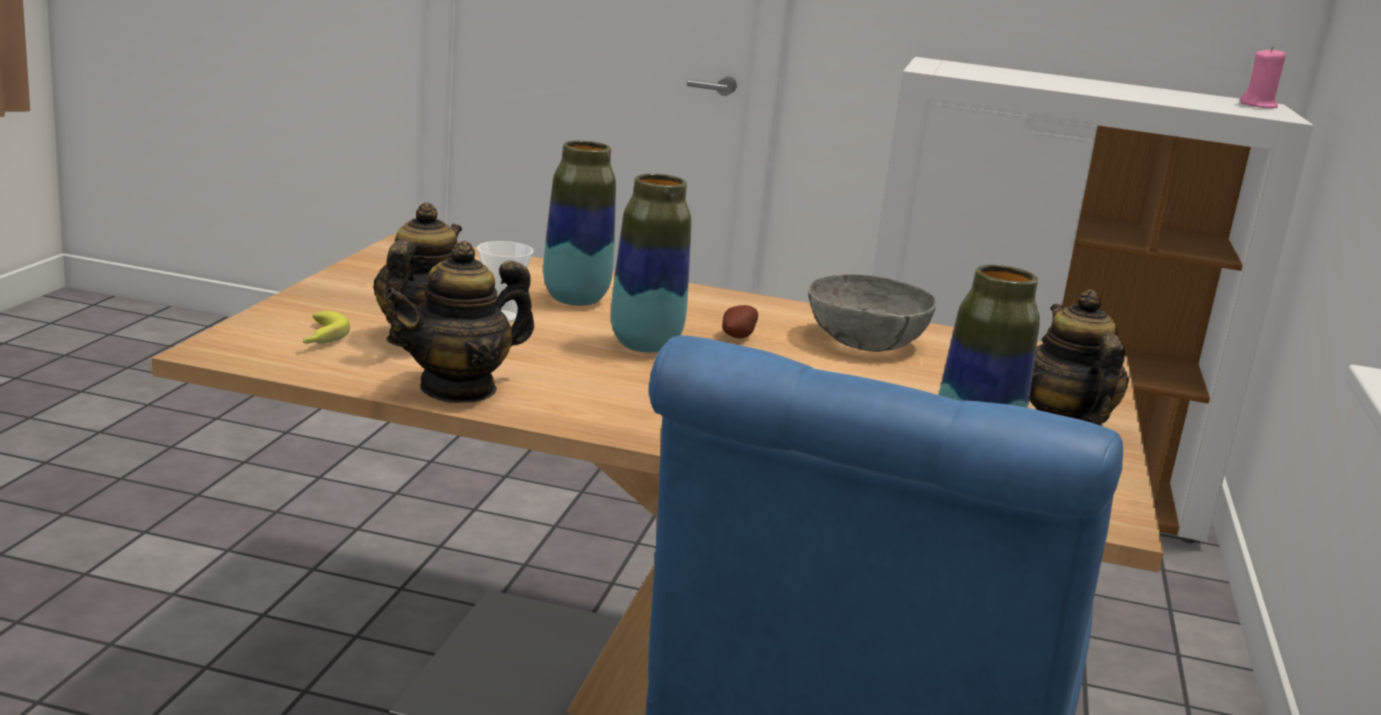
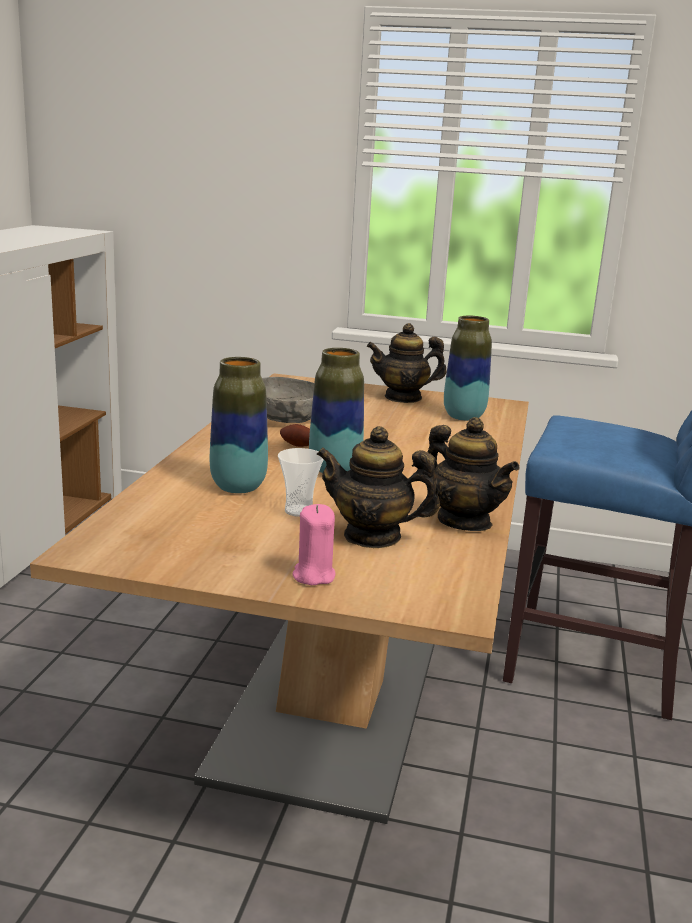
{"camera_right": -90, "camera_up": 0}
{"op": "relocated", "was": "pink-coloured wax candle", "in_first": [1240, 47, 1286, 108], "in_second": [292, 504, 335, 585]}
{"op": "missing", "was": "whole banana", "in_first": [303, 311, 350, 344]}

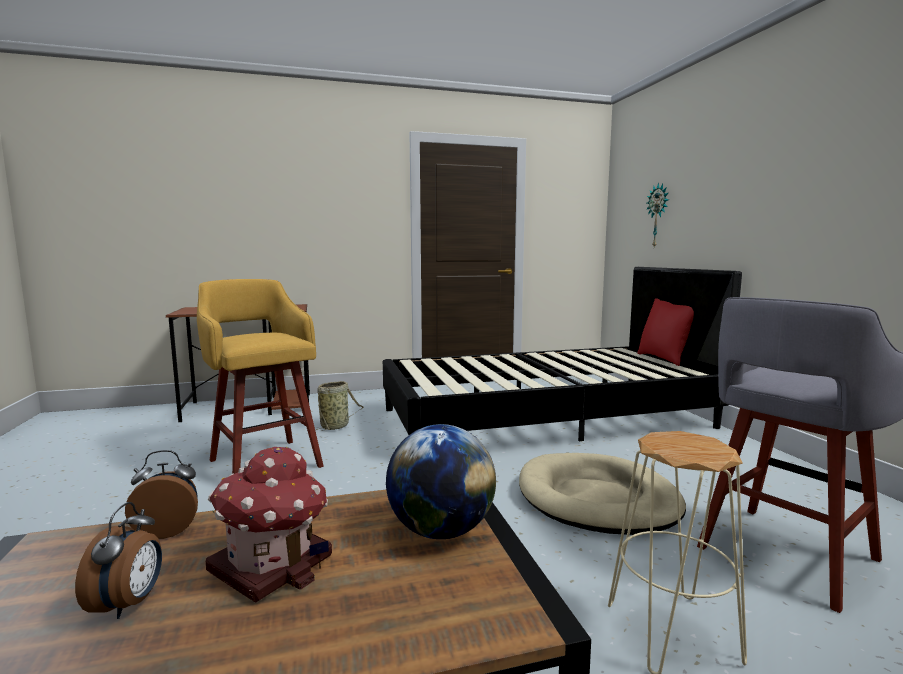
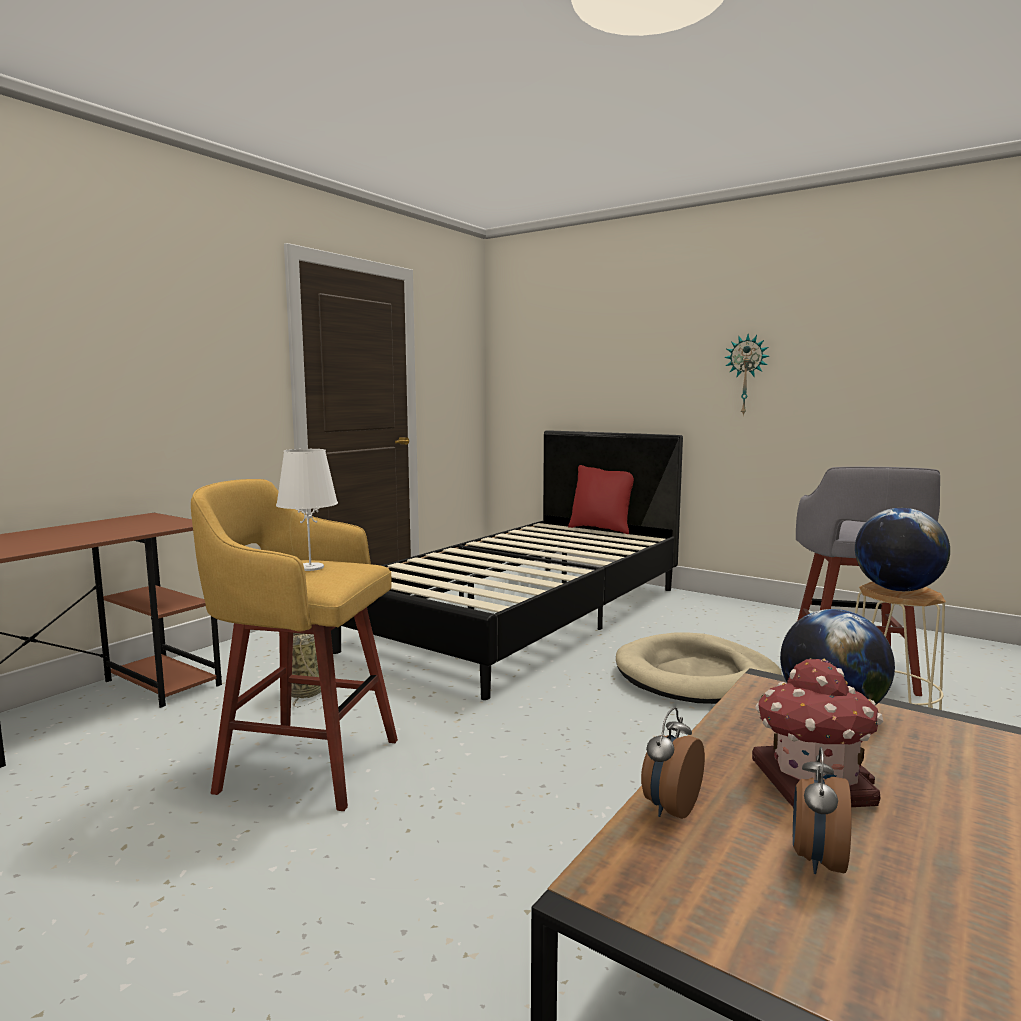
{"camera_right": -40, "camera_up": 0}
{"op": "relocated", "was": "hanging clock", "in_first": [646, 183, 669, 247], "in_second": [724, 334, 769, 416]}
{"op": "spun", "was": "alarm clock", "in_first": [75, 502, 162, 619], "in_second": [793, 747, 851, 874], "clockwise": -120}
{"op": "appeared", "now": "white lamp for a table", "in_second": [276, 449, 338, 571]}
{"op": "appeared", "now": "desk globe", "in_second": [855, 508, 950, 591]}

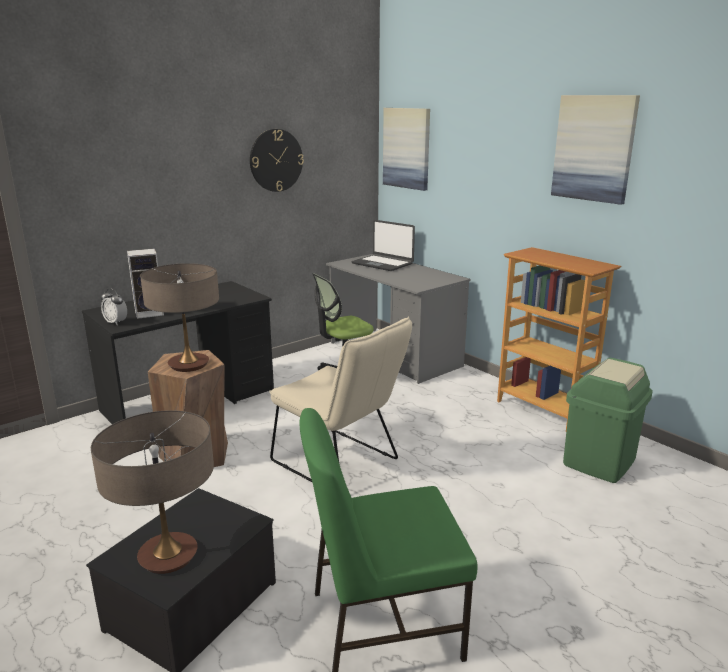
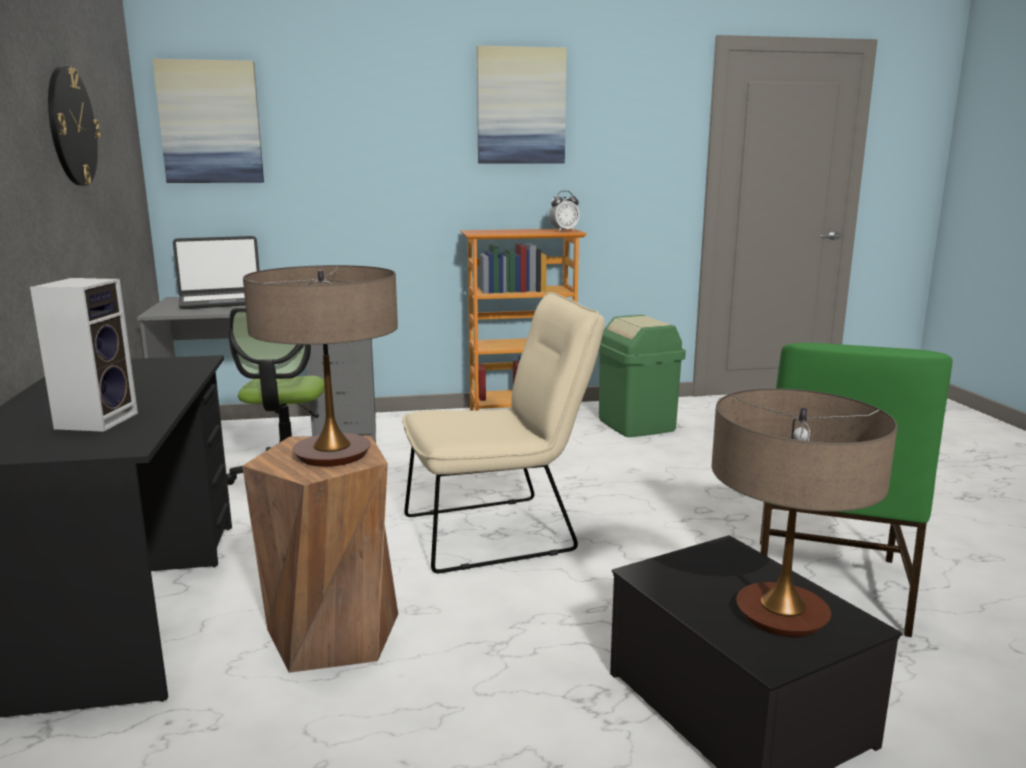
{"camera_right": -60, "camera_up": -5}
{"op": "relocated", "was": "alarm clock", "in_first": [101, 288, 127, 325], "in_second": [549, 191, 580, 232]}

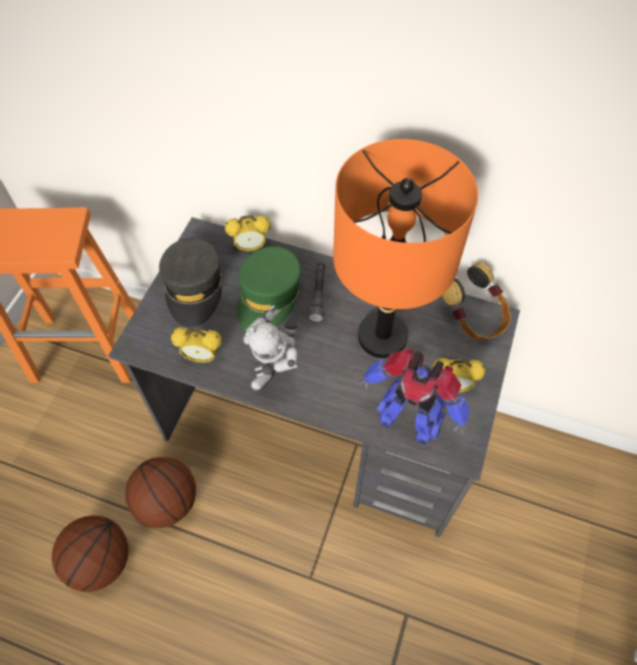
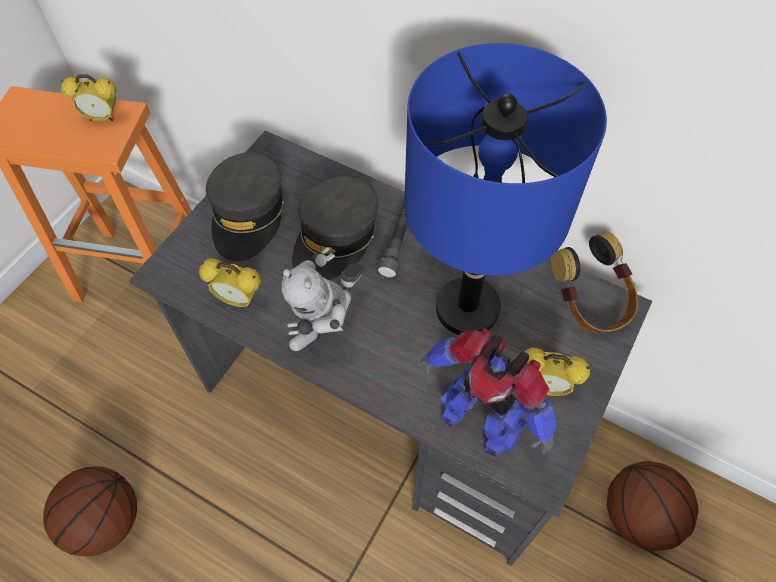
{"camera_right": 10, "camera_up": 0}
{"op": "colour", "was": "orangey lamp for a table", "now": "blue lamp for a table", "in_first": [333, 139, 478, 358], "in_second": [404, 43, 607, 335]}
{"op": "relocated", "was": "alarm clock", "in_first": [225, 215, 271, 252], "in_second": [61, 74, 117, 121]}
{"op": "colour", "was": "green-coloured baseball cap", "now": "greyish baseball cap", "in_first": [237, 246, 301, 332], "in_second": [292, 176, 378, 280]}
{"op": "relocated", "was": "basketball ball", "in_first": [125, 457, 196, 528], "in_second": [607, 461, 699, 551]}

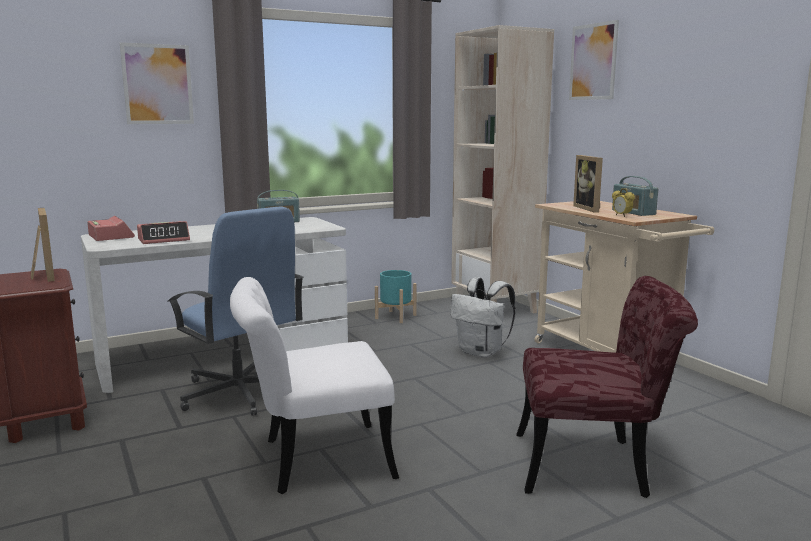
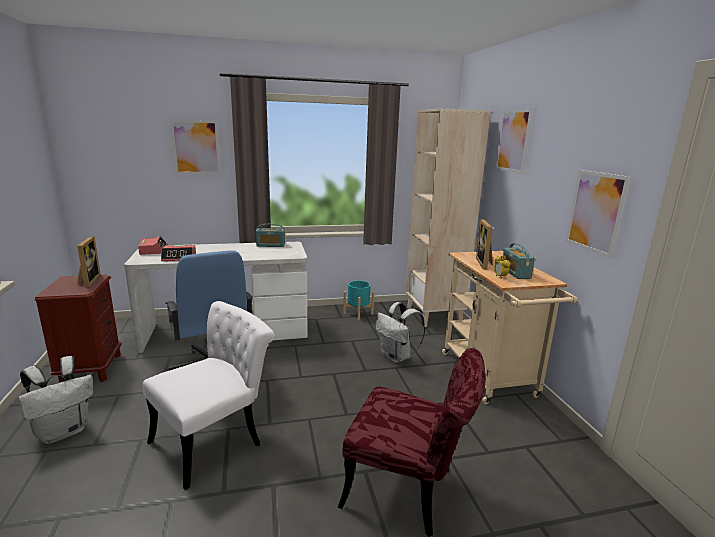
{"camera_right": 15, "camera_up": 5}
{"op": "spun", "was": "white chair", "in_first": [230, 277, 399, 494], "in_second": [143, 301, 275, 490], "clockwise": 135}
{"op": "appeared", "now": "picture", "in_second": [566, 170, 631, 258]}
{"op": "appeared", "now": "white backpack", "in_second": [18, 356, 93, 444]}

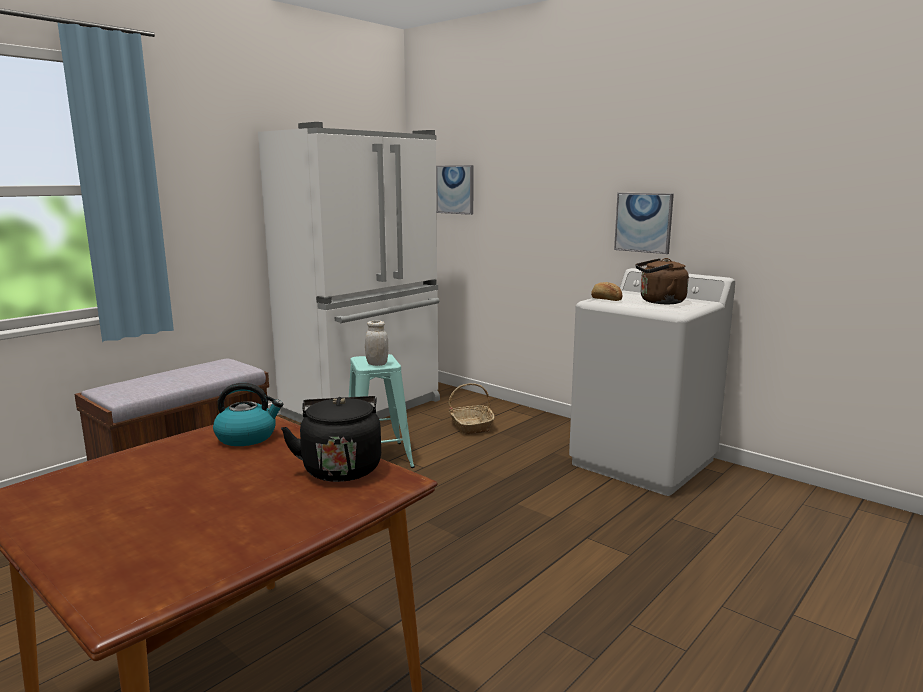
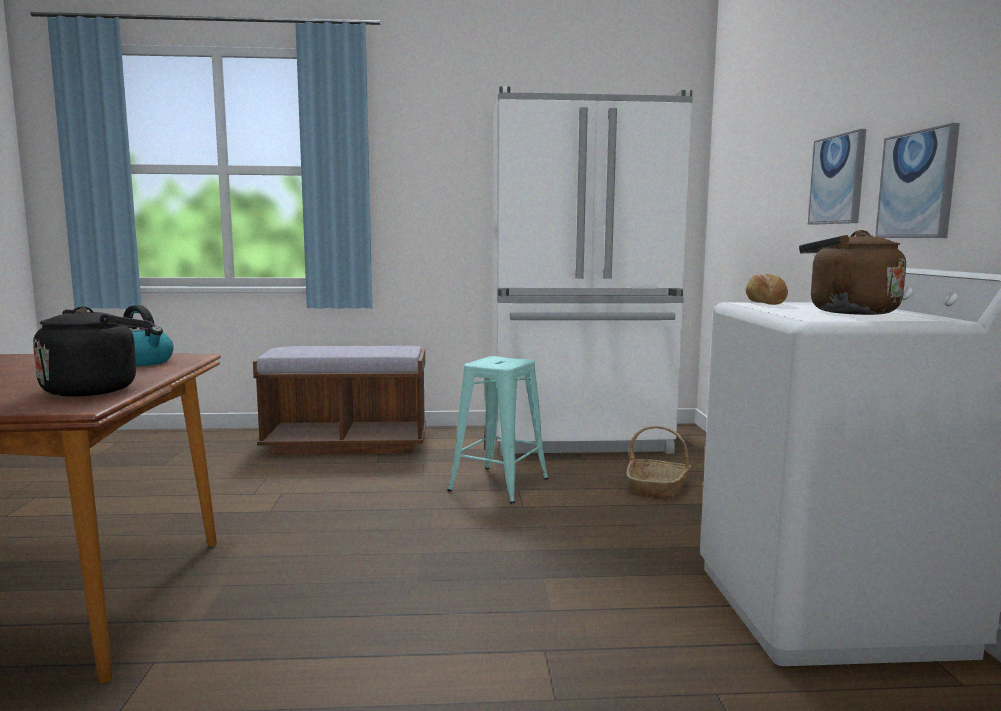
{"camera_right": 45, "camera_up": -5}
{"op": "relocated", "was": "picture", "in_first": [436, 165, 474, 215], "in_second": [808, 129, 866, 225]}
{"op": "missing", "was": "white preserve jar", "in_first": [365, 321, 389, 366]}

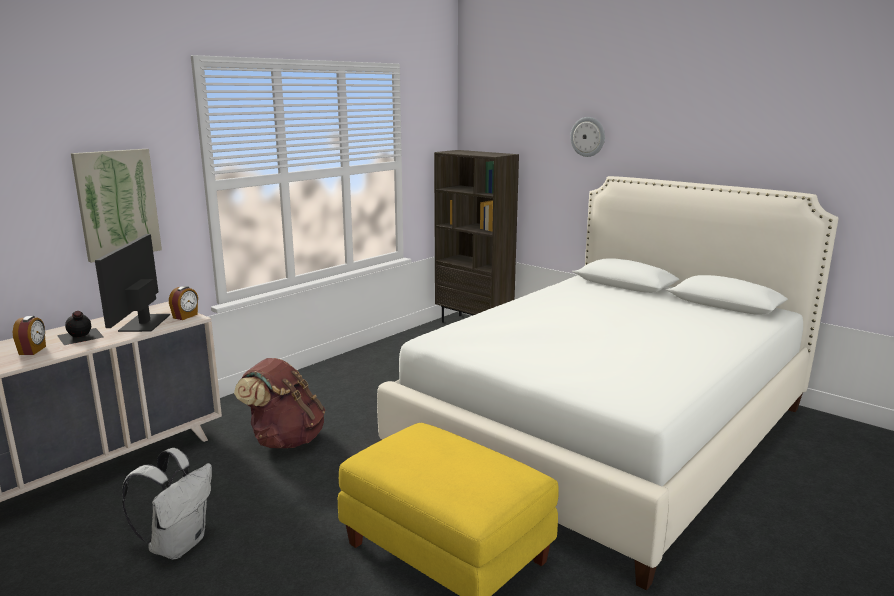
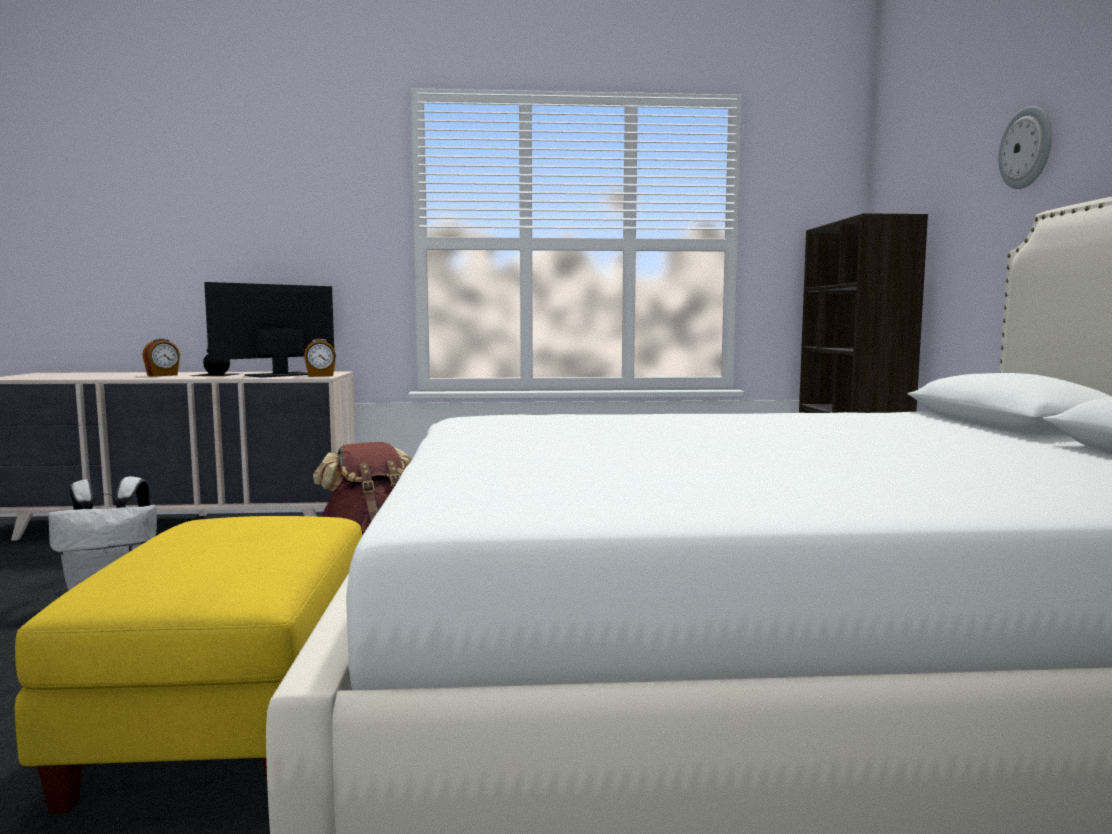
{"camera_right": 45, "camera_up": -10}
{"op": "missing", "was": "picture", "in_first": [71, 149, 162, 263]}

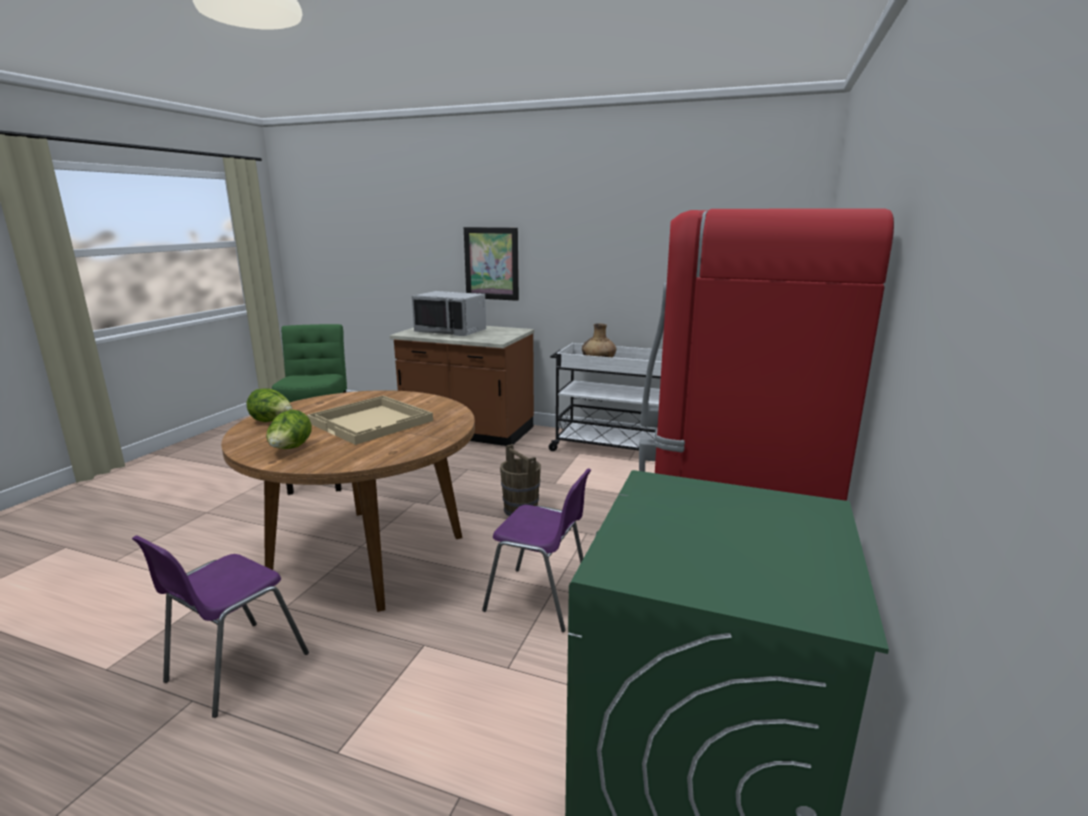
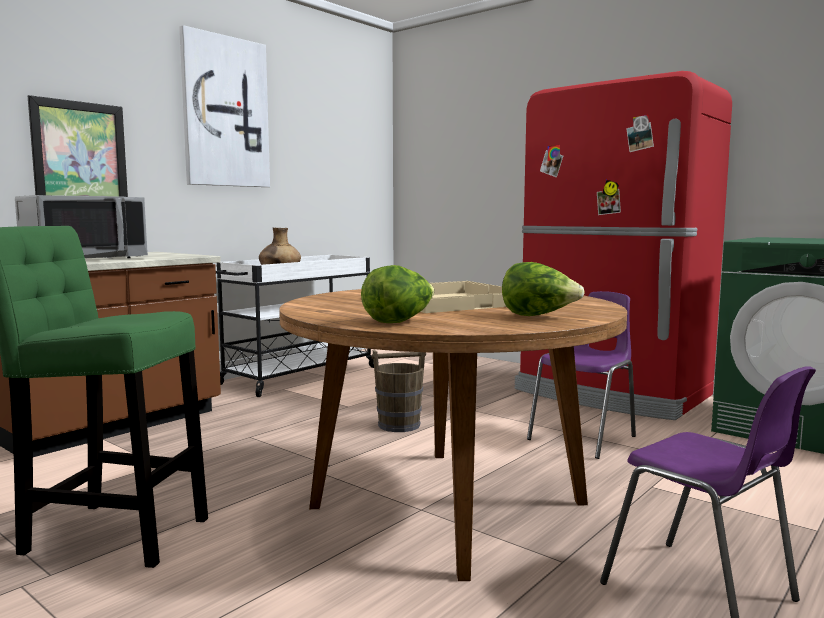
{"camera_right": -70, "camera_up": -10}
{"op": "appeared", "now": "picture", "in_second": [179, 25, 270, 187]}

